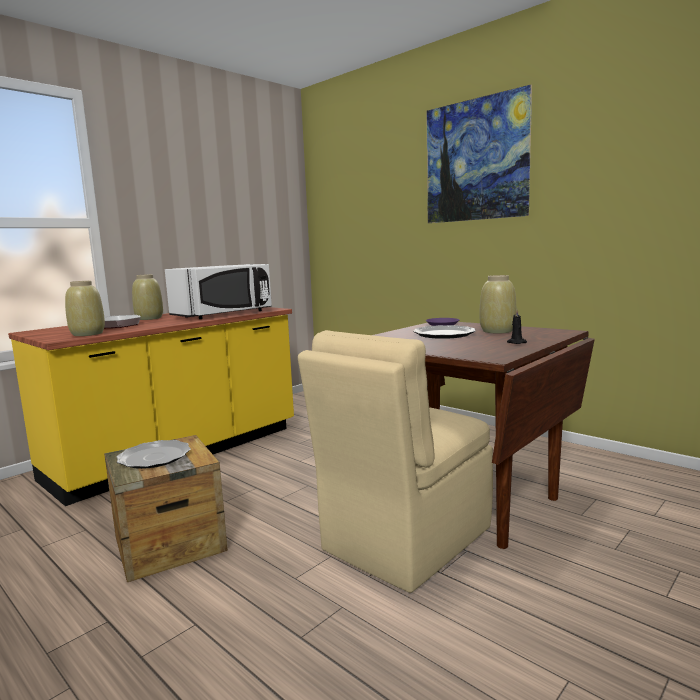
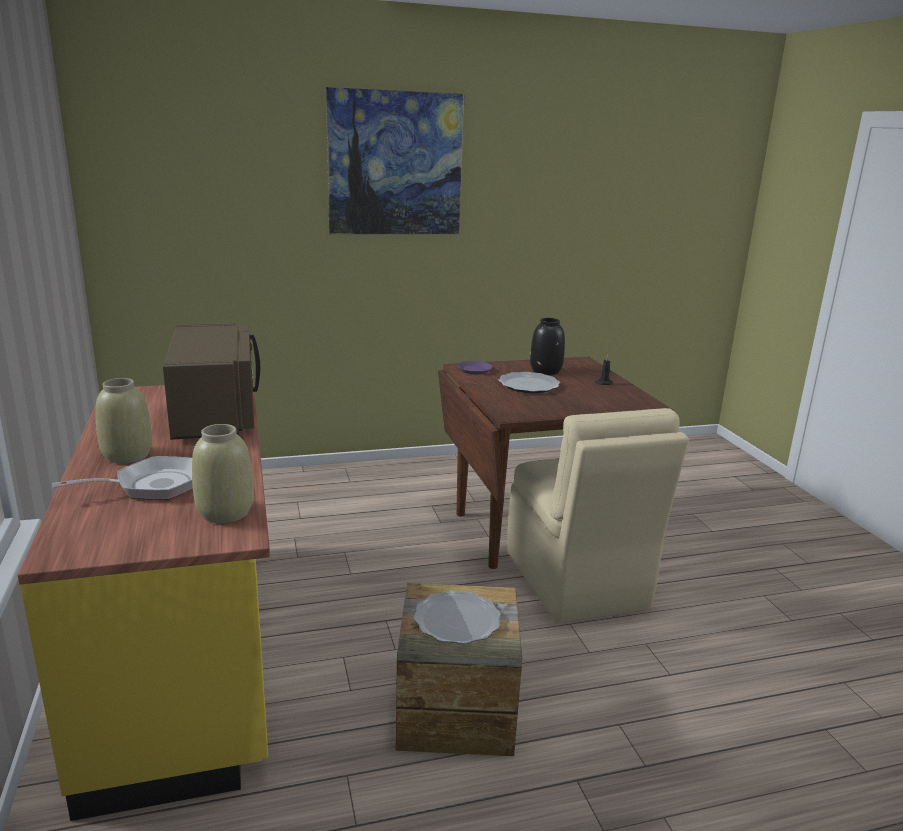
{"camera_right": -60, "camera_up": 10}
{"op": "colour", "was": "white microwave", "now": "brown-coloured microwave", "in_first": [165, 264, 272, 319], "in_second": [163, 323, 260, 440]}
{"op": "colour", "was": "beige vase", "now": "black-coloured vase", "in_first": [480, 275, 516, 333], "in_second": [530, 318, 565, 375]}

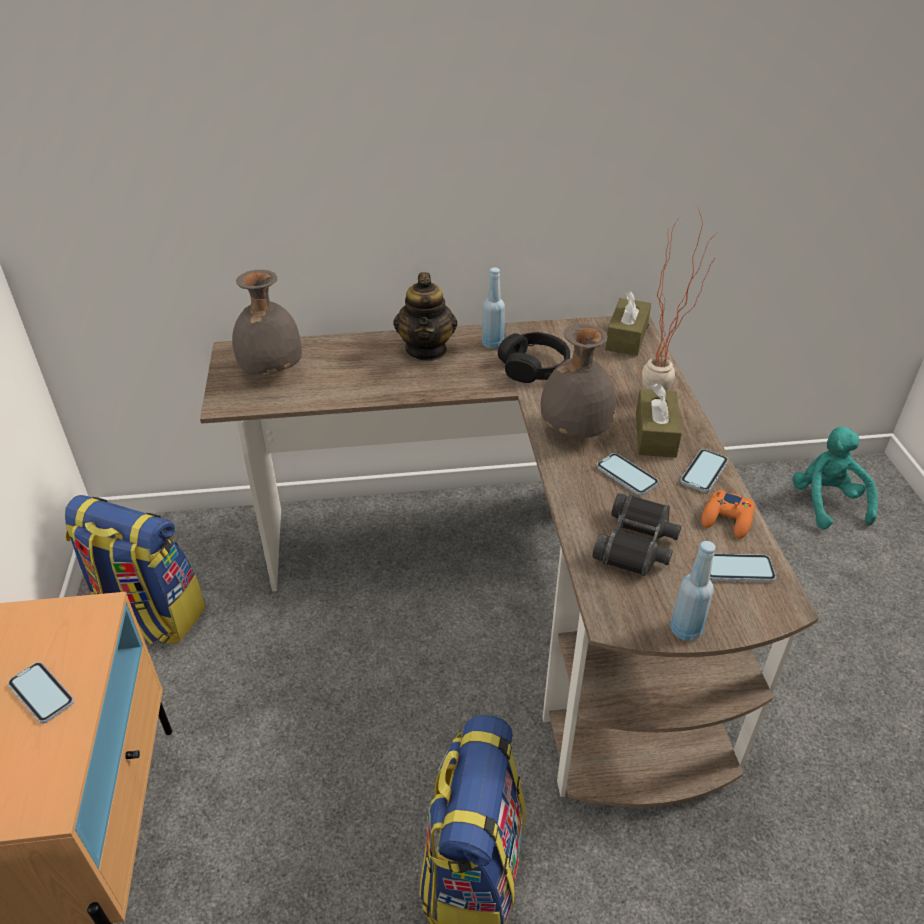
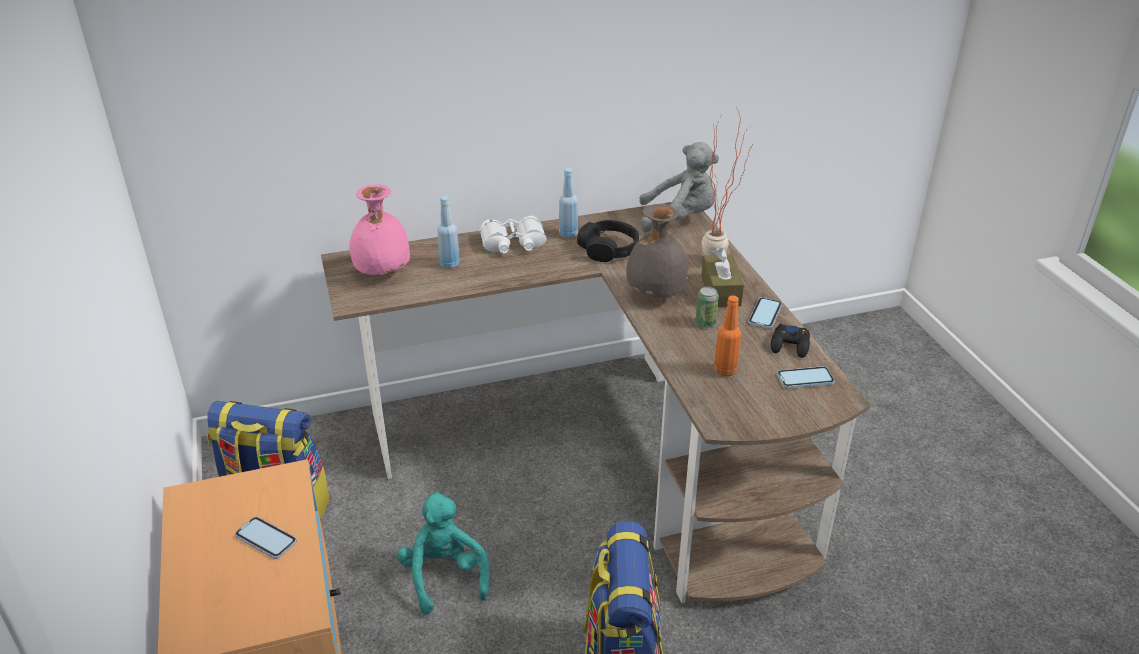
{"camera_right": -10, "camera_up": -5}
{"op": "colour", "was": "greyish vase", "now": "pink-coloured vase", "in_first": [232, 270, 302, 374], "in_second": [349, 184, 410, 275]}
{"op": "exchanged", "was": "teapot", "now": "white field glasses", "in_first": [393, 272, 457, 361], "in_second": [479, 216, 547, 253]}
{"op": "exchanged", "was": "brown-coloured tissue holder", "now": "greyish soft toy", "in_first": [605, 290, 651, 356], "in_second": [639, 142, 719, 232]}
{"op": "relocated", "was": "blue-green soft toy", "in_first": [792, 427, 878, 529], "in_second": [397, 492, 490, 614]}
{"op": "exchanged", "was": "handset", "now": "sealed can", "in_first": [597, 453, 659, 495], "in_second": [695, 286, 719, 328]}
{"op": "colour", "was": "orangey gamepad", "now": "black-coloured gamepad", "in_first": [701, 490, 755, 538], "in_second": [771, 324, 810, 358]}
{"op": "exchanged", "was": "black-coloured field glasses", "now": "orangey drink bottle", "in_first": [593, 493, 681, 576], "in_second": [714, 295, 741, 376]}
{"op": "relocated", "was": "blue drink bottle", "in_first": [670, 541, 716, 641], "in_second": [437, 196, 460, 269]}

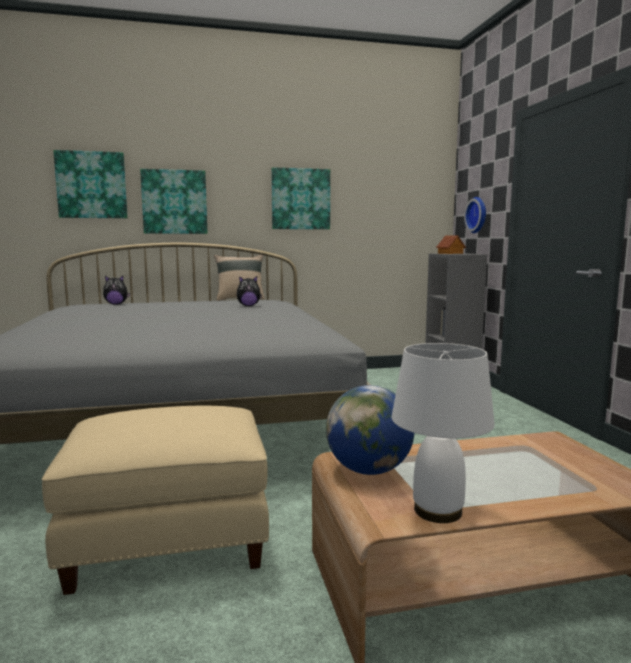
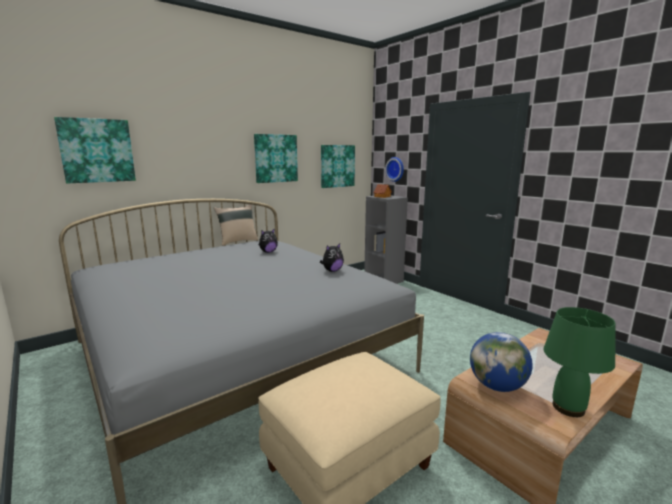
{"camera_right": -25, "camera_up": 5}
{"op": "relocated", "was": "picture", "in_first": [140, 169, 207, 234], "in_second": [321, 145, 355, 188]}
{"op": "relocated", "was": "soft toy", "in_first": [103, 276, 130, 305], "in_second": [320, 243, 344, 272]}
{"op": "colour", "was": "white lamp for a table", "now": "green-coloured lamp for a table", "in_first": [391, 343, 495, 523], "in_second": [544, 307, 616, 417]}

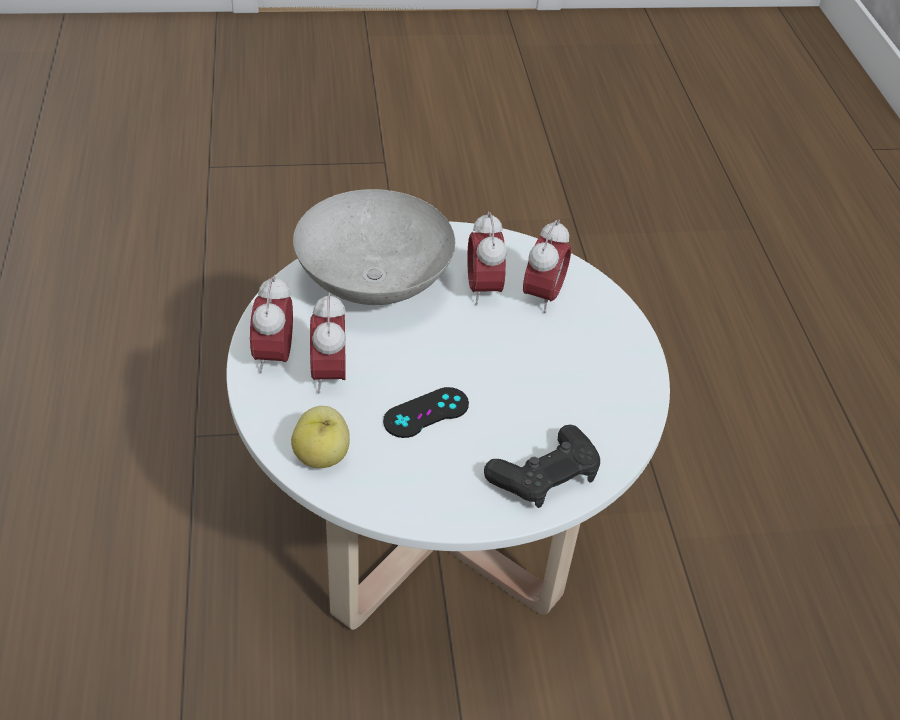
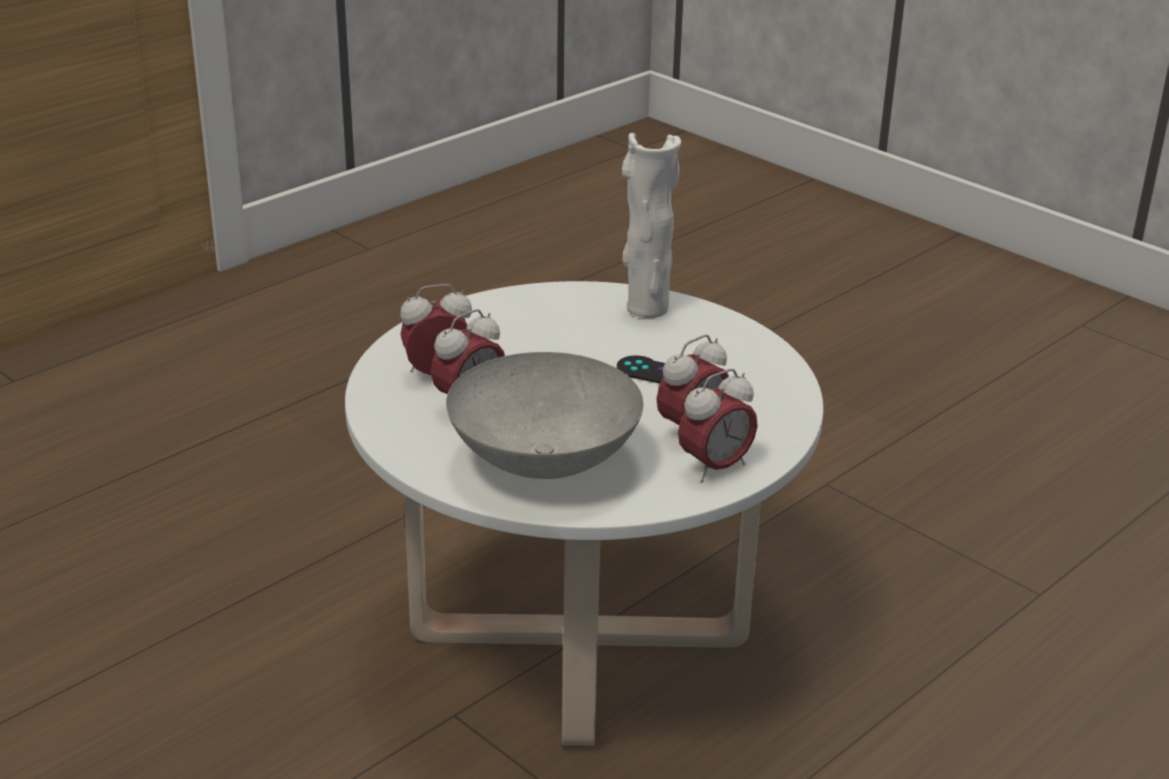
{"camera_right": -125, "camera_up": -15}
{"op": "missing", "was": "apple fruit", "in_first": [291, 406, 350, 468]}
{"op": "exchanged", "was": "black-coloured gamepad", "now": "white vase", "in_first": [484, 425, 600, 508], "in_second": [622, 133, 681, 318]}

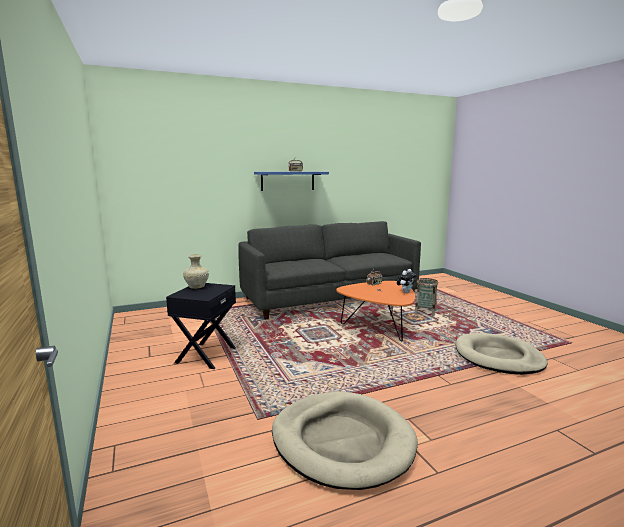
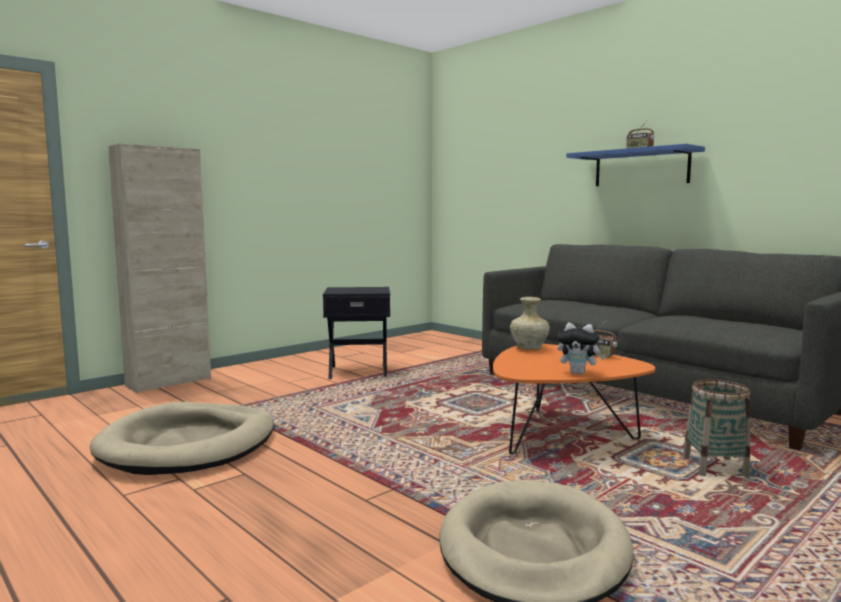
{"camera_right": 70, "camera_up": -5}
{"op": "relocated", "was": "beige vase", "in_first": [183, 254, 209, 289], "in_second": [510, 297, 550, 350]}
{"op": "appeared", "now": "beige cabinet", "in_second": [108, 143, 211, 393]}

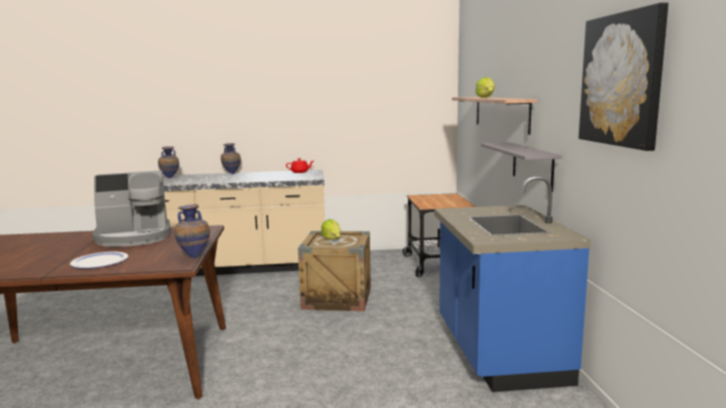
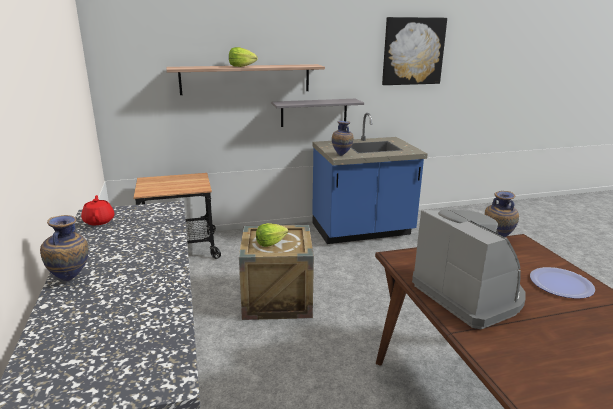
{"camera_right": -100, "camera_up": 10}
{"op": "relocated", "was": "vase", "in_first": [158, 146, 179, 178], "in_second": [332, 121, 354, 156]}

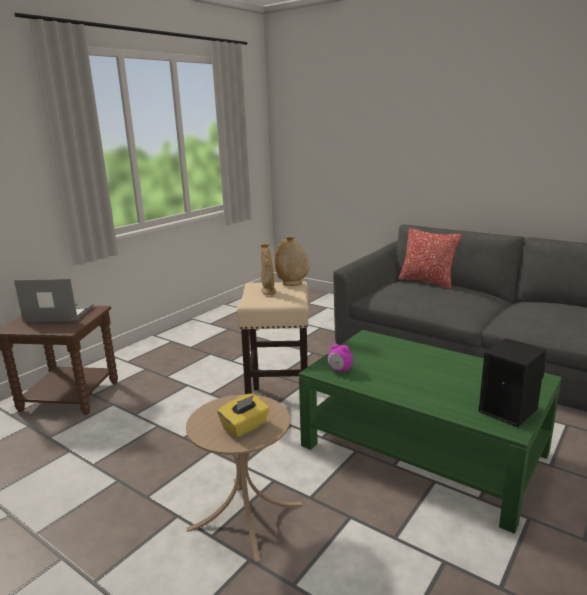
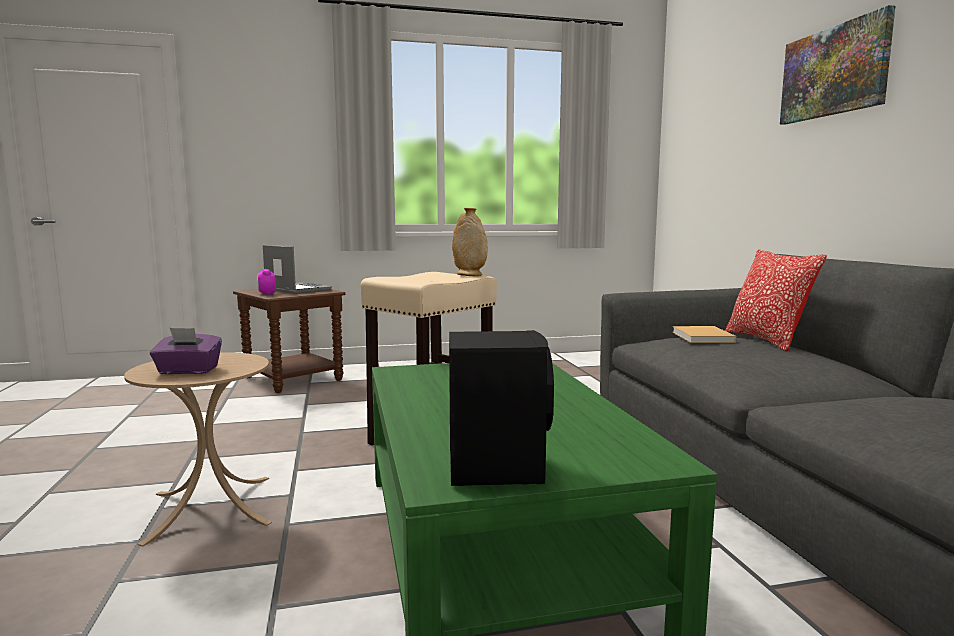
{"camera_right": 40, "camera_up": -10}
{"op": "missing", "was": "beige vase", "in_first": [260, 243, 277, 295]}
{"op": "relocated", "was": "alarm clock", "in_first": [328, 344, 353, 372], "in_second": [257, 269, 276, 295]}
{"op": "colour", "was": "yellow tissue holder", "now": "purple tissue holder", "in_first": [217, 393, 269, 438], "in_second": [150, 328, 222, 374]}
{"op": "appeared", "now": "picture", "in_second": [780, 5, 895, 125]}
{"op": "appeared", "now": "beige volume", "in_second": [672, 326, 736, 343]}

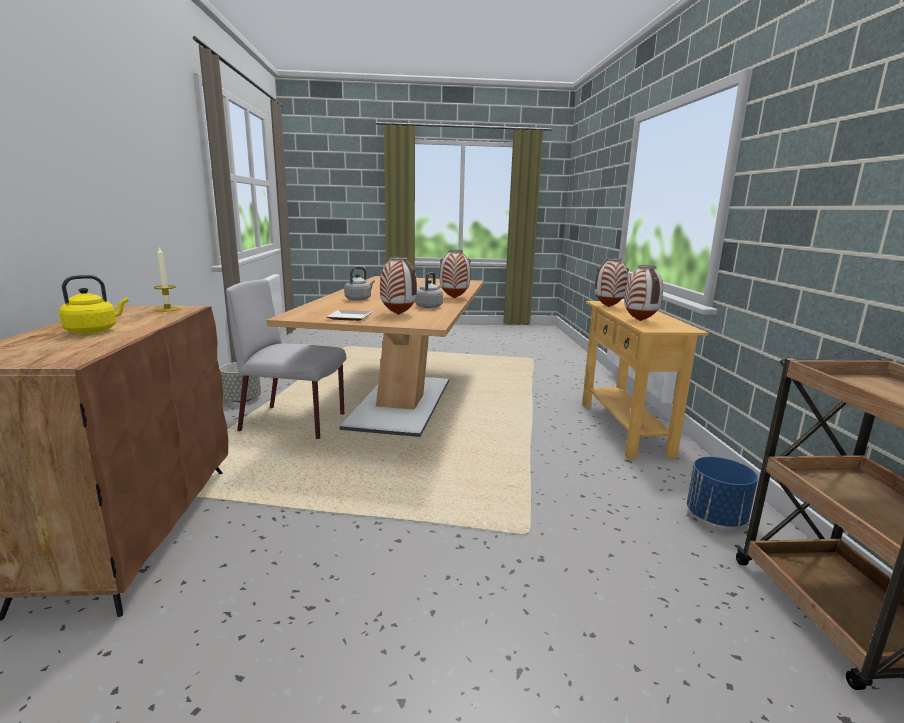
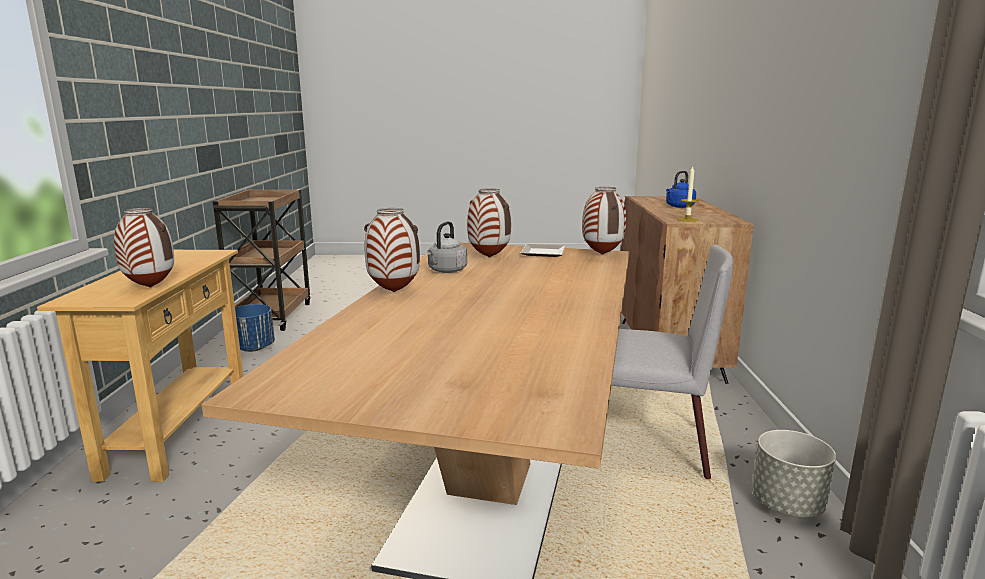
{"camera_right": -175, "camera_up": 0}
{"op": "relocated", "was": "vase", "in_first": [624, 265, 663, 321], "in_second": [582, 187, 626, 255]}
{"op": "missing", "was": "greyish kettle", "in_first": [344, 267, 375, 301]}
{"op": "colour", "was": "yellow kettle", "now": "blue kettle", "in_first": [59, 275, 128, 334], "in_second": [666, 171, 696, 208]}

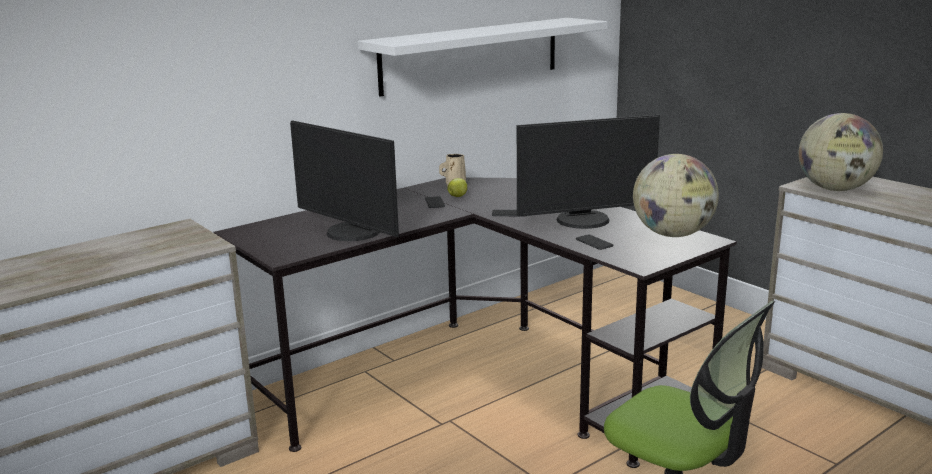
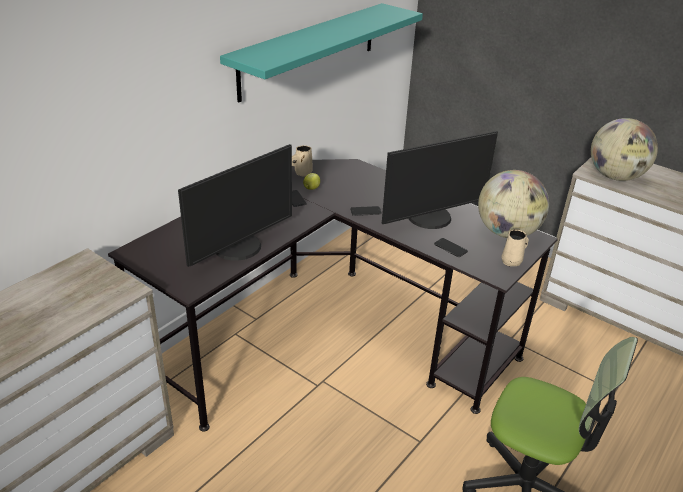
{"camera_right": -15, "camera_up": 15}
{"op": "colour", "was": "white bracket shelf", "now": "blue-green bracket shelf", "in_first": [357, 18, 608, 96], "in_second": [220, 3, 423, 103]}
{"op": "spun", "was": "computer screen", "in_first": [290, 121, 399, 241], "in_second": [178, 144, 292, 267], "clockwise": -75}
{"op": "appeared", "now": "beige mug", "in_second": [502, 229, 529, 266]}

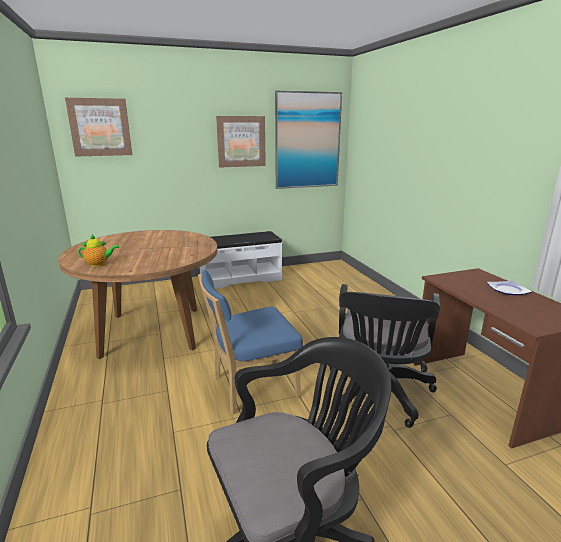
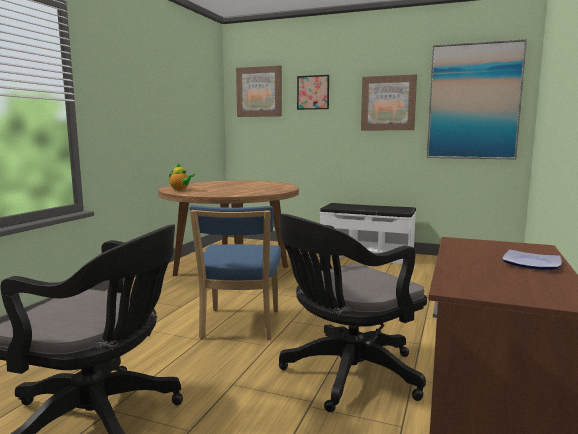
{"camera_right": 40, "camera_up": -10}
{"op": "spun", "was": "blue chair", "in_first": [198, 269, 303, 414], "in_second": [189, 205, 281, 340], "clockwise": -105}
{"op": "appeared", "now": "picture", "in_second": [297, 75, 329, 110]}

